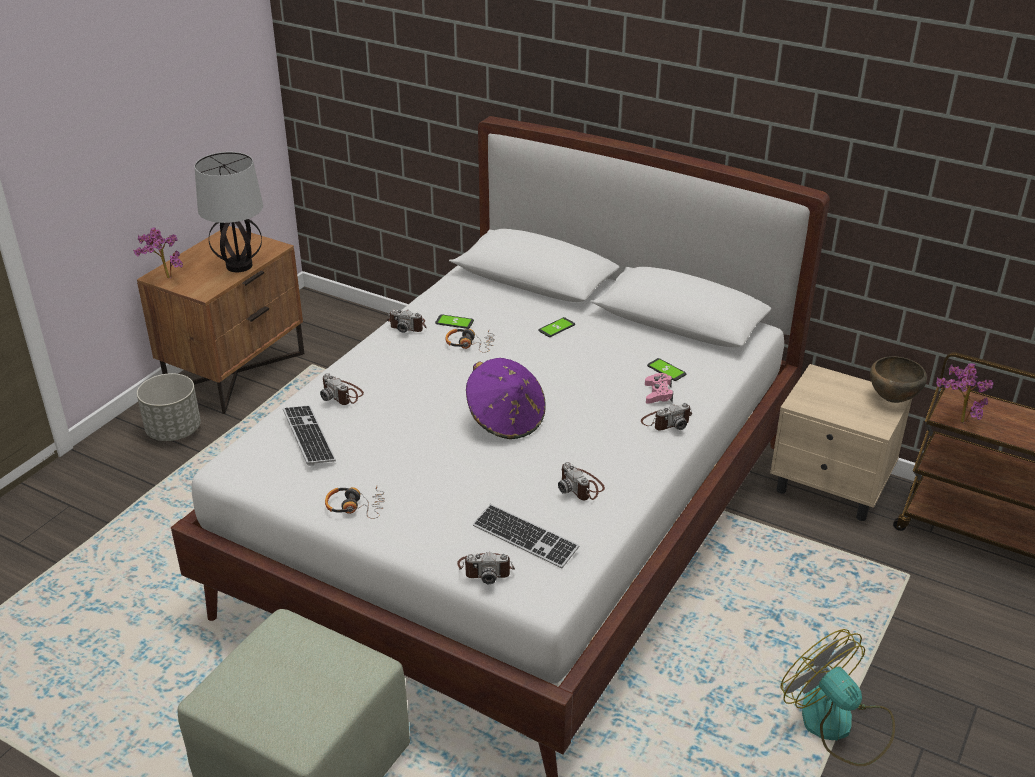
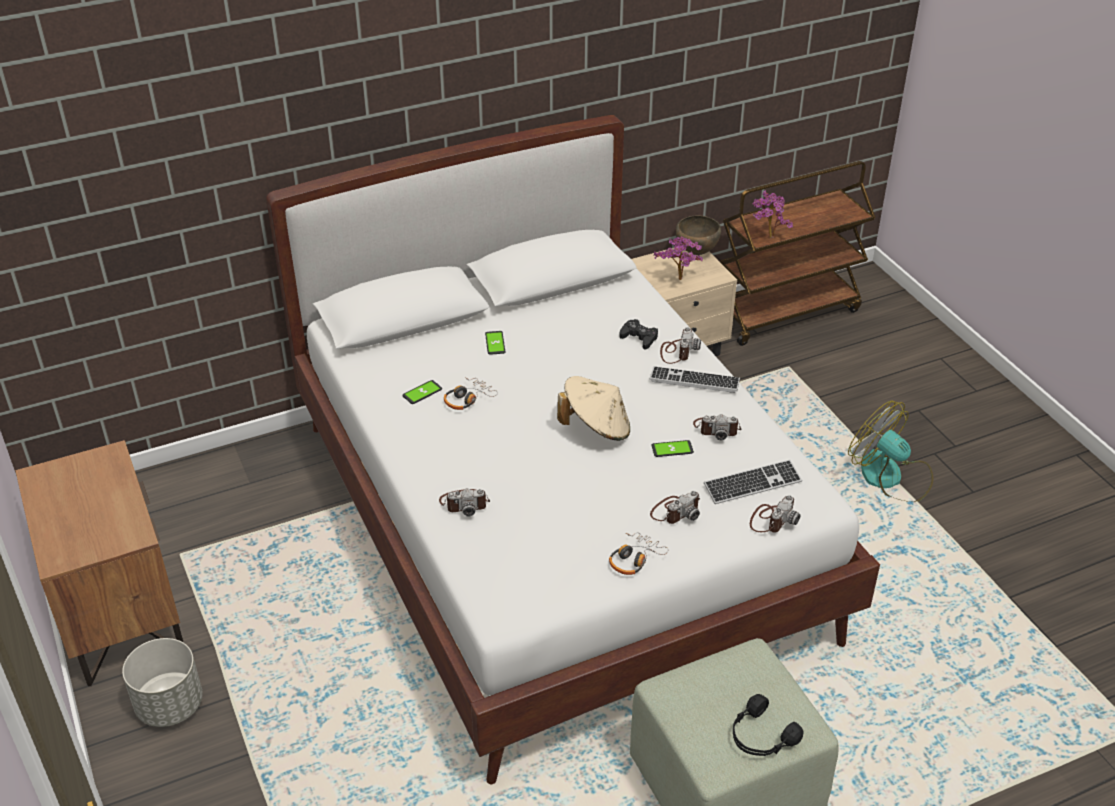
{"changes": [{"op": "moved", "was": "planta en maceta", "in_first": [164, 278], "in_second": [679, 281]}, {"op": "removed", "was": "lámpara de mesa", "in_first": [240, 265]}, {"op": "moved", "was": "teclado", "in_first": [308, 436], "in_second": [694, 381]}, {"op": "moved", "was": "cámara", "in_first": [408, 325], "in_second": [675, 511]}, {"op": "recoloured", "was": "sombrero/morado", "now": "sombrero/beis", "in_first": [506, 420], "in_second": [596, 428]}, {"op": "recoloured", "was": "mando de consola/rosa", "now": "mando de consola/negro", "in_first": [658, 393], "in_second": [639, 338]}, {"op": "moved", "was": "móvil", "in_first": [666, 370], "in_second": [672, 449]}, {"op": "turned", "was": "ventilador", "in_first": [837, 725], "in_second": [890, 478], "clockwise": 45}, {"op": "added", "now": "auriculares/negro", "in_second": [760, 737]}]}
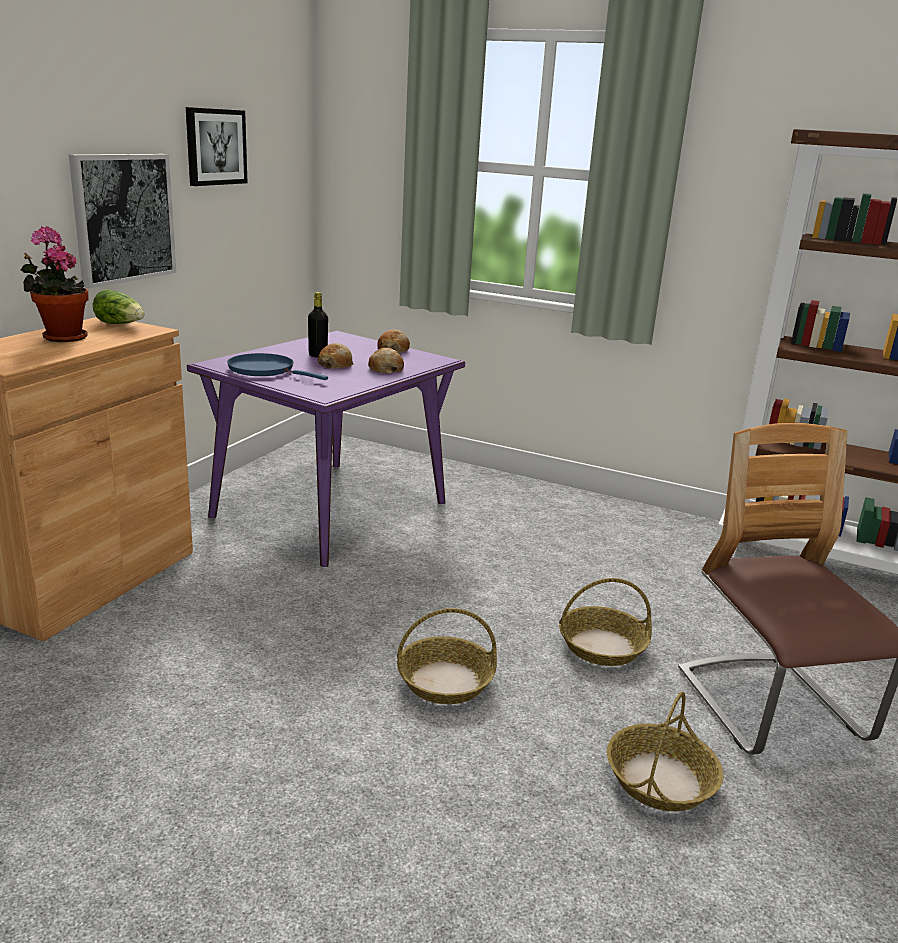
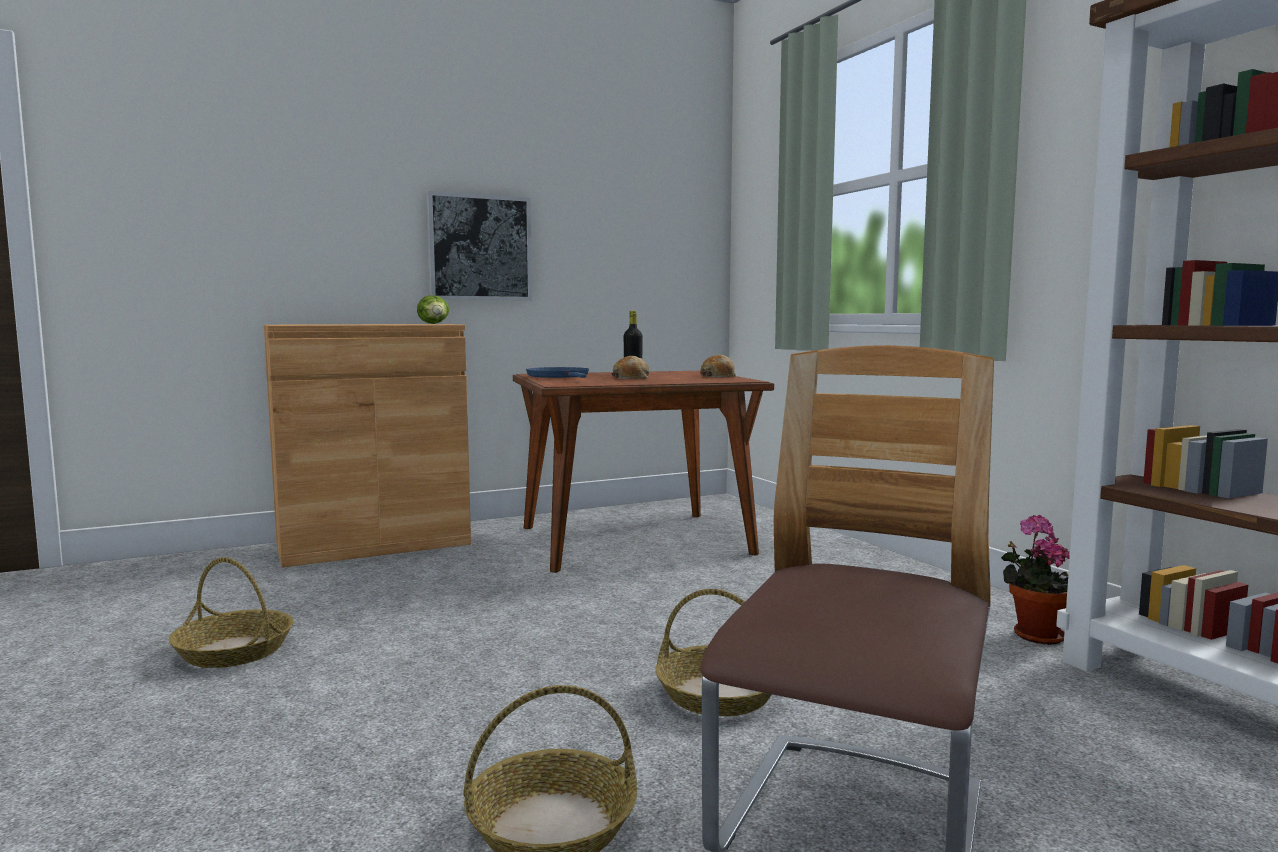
{"changes": [{"op": "moved", "was": "planta en maceta", "in_first": [61, 337], "in_second": [1034, 635]}, {"op": "removed", "was": "cuadro", "in_first": [215, 147]}, {"op": "recoloured", "was": "mesa de comedor/morado", "now": "mesa de comedor/marrón", "in_first": [331, 509], "in_second": [635, 540]}, {"op": "removed", "was": "pan", "in_first": [385, 369]}, {"op": "moved", "was": "cesta", "in_first": [445, 681], "in_second": [235, 651]}]}
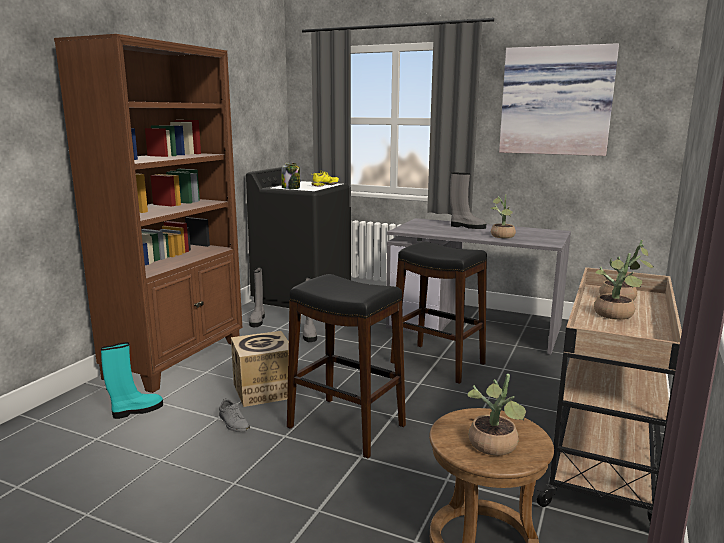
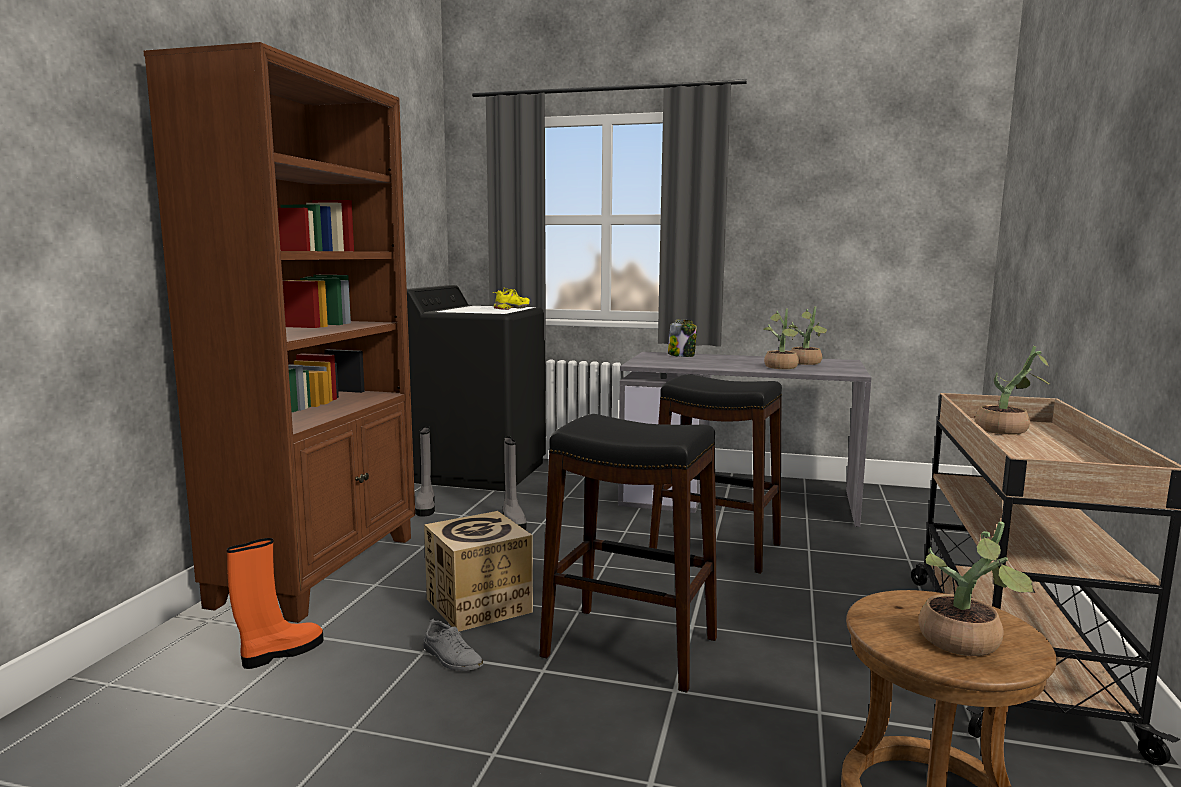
{"changes": [{"op": "recoloured", "was": "bota/turquesa", "now": "bota/naranja", "in_first": [136, 411], "in_second": [280, 653]}, {"op": "moved", "was": "tarro", "in_first": [291, 188], "in_second": [682, 355]}, {"op": "removed", "was": "bota/gris", "in_first": [466, 227]}, {"op": "removed", "was": "cuadro", "in_first": [556, 101]}, {"op": "moved", "was": "planta en maceta", "in_first": [614, 316], "in_second": [806, 363]}]}
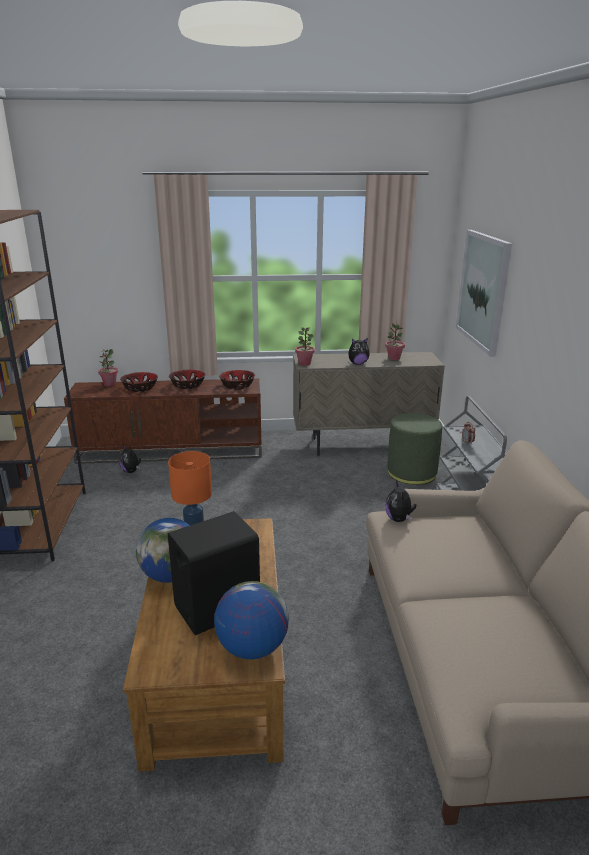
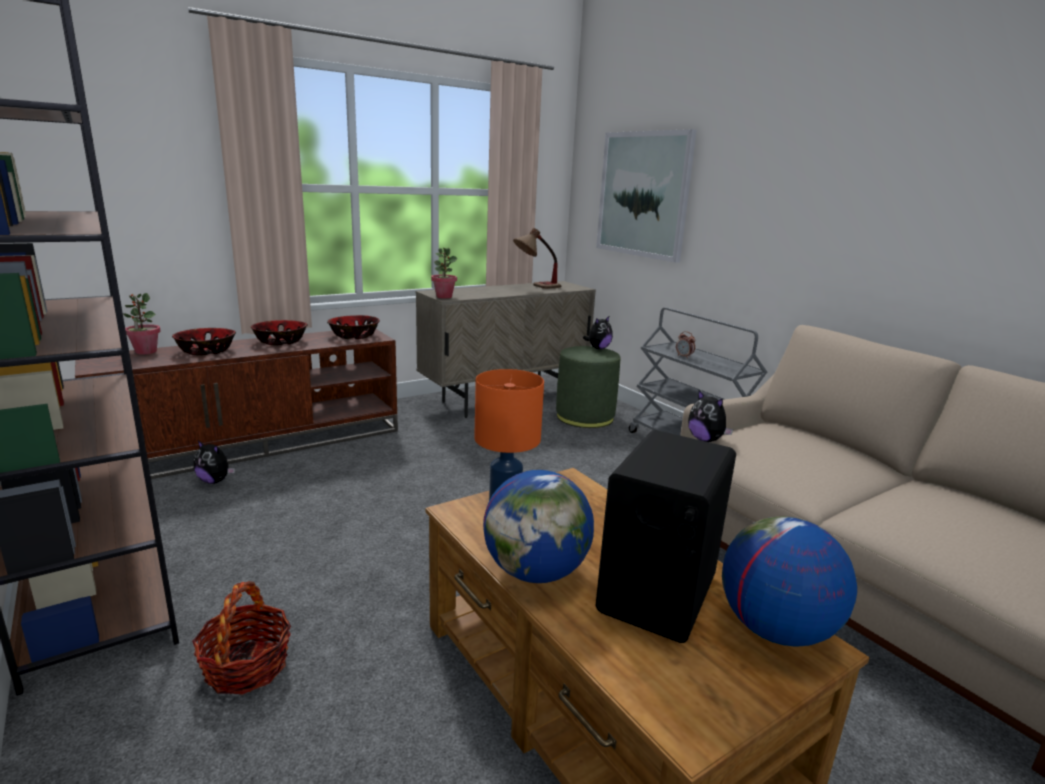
{"changes": [{"op": "moved", "was": "peluche", "in_first": [358, 364], "in_second": [598, 348]}, {"op": "replaced", "was": "planta en maceta", "now": "lámpara de mesa", "in_first": [394, 358], "in_second": [535, 287]}, {"op": "added", "now": "cesta", "in_second": [246, 666]}]}
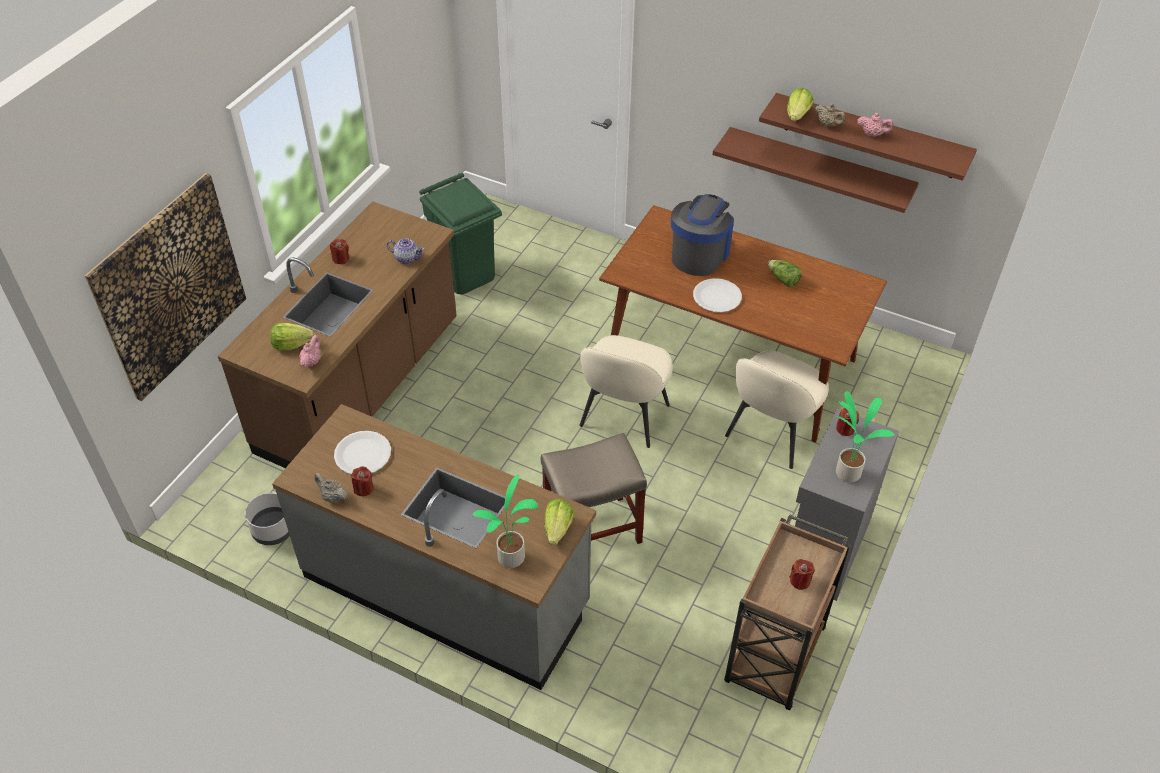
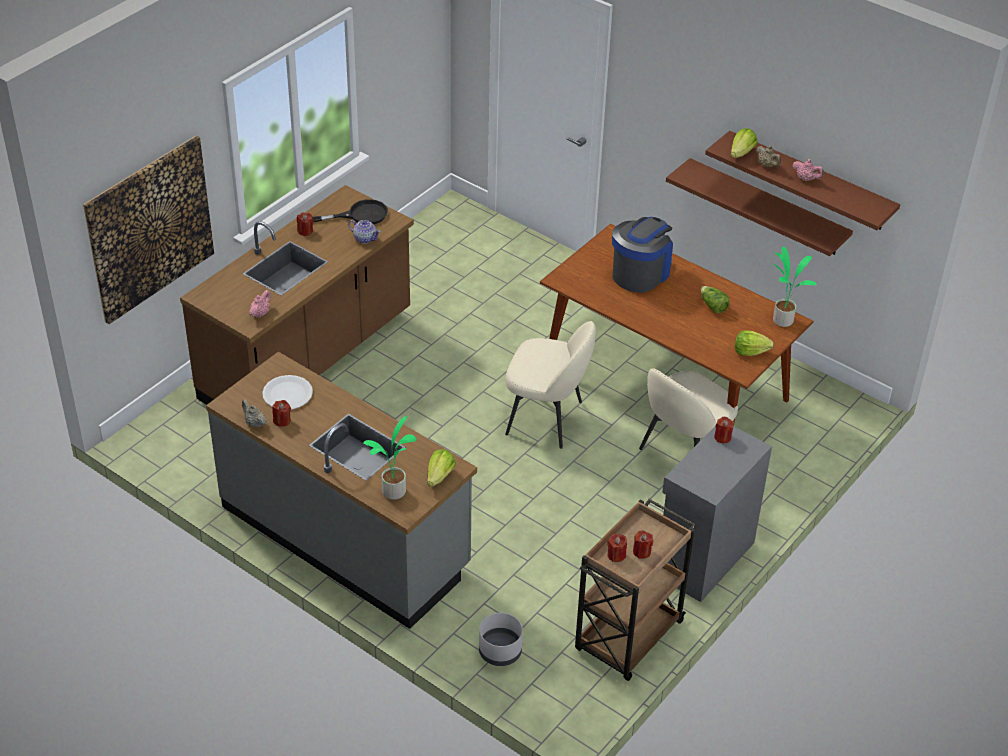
{"changes": [{"op": "moved", "was": "maceta/gris", "in_first": [273, 530], "in_second": [499, 652]}, {"op": "moved", "was": "lechuga", "in_first": [292, 344], "in_second": [750, 351]}, {"op": "removed", "was": "papelera/verde", "in_first": [466, 274]}, {"op": "removed", "was": "taburete/beis", "in_first": [591, 530]}, {"op": "turned", "was": "silla/beis", "in_first": [623, 417], "in_second": [546, 418], "clockwise": -105}, {"op": "removed", "was": "plato/blanco", "in_first": [717, 297]}, {"op": "moved", "was": "planta en maceta", "in_first": [847, 471], "in_second": [782, 319]}, {"op": "added", "now": "sartén/negro", "in_second": [360, 215]}, {"op": "added", "now": "vela/rojo", "in_second": [616, 555]}]}
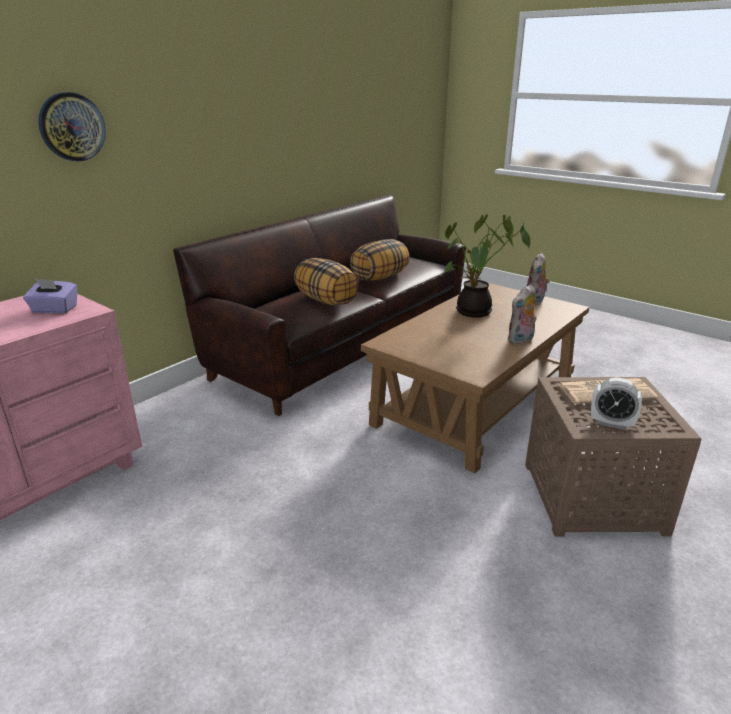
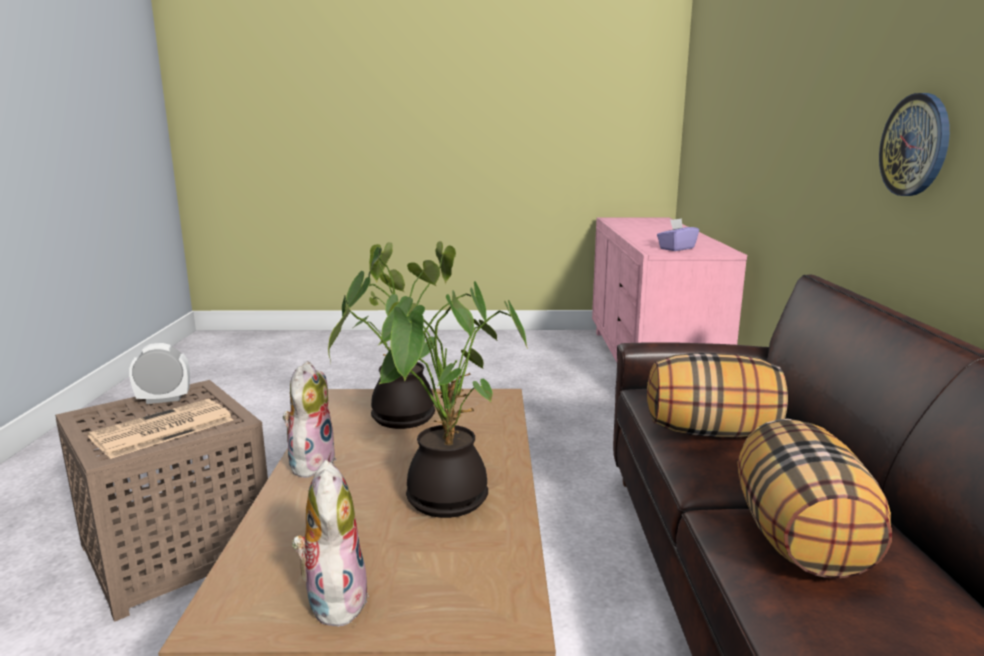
{"changes": [{"op": "moved", "was": "reloj de pared", "in_first": [72, 127], "in_second": [915, 145]}, {"op": "added", "now": "planta en maceta", "in_second": [409, 417]}]}
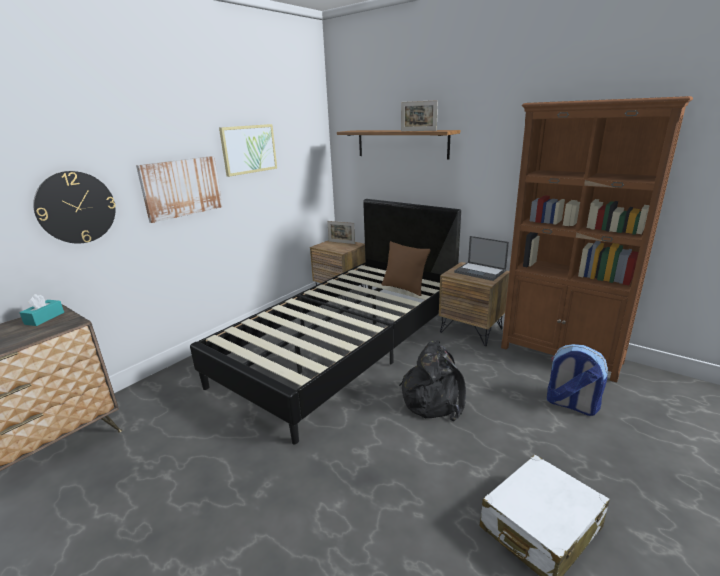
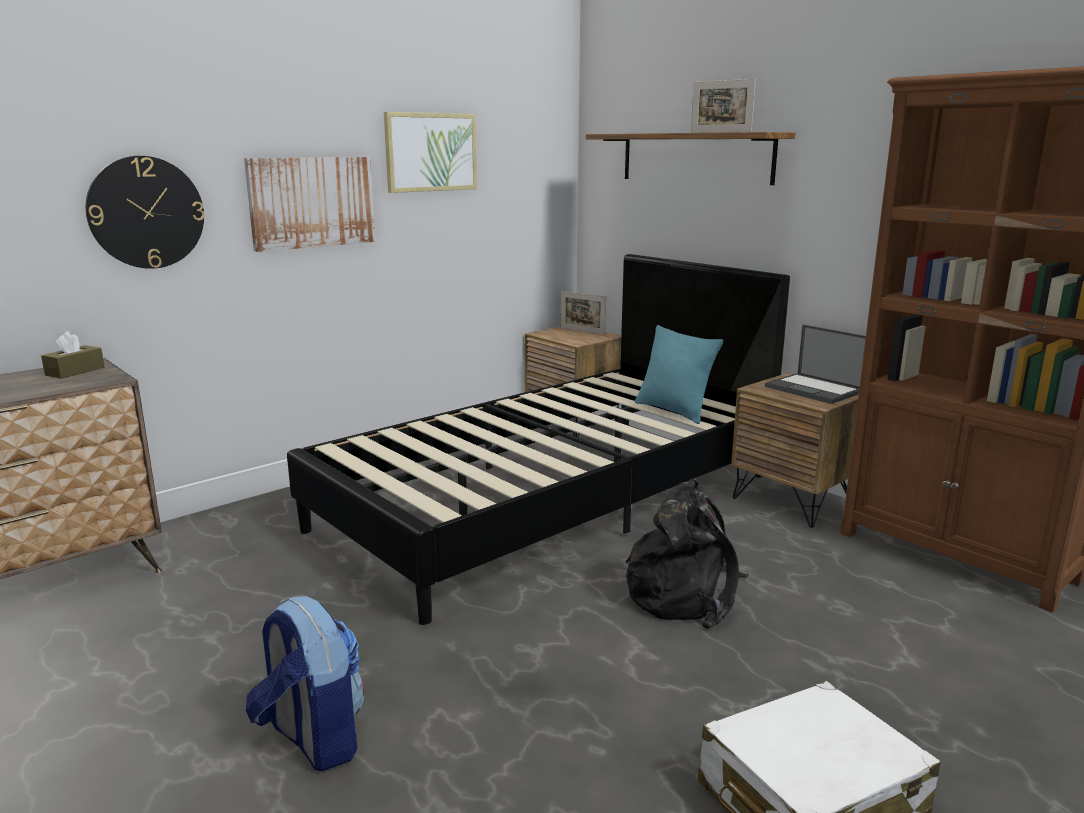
{"changes": [{"op": "recoloured", "was": "caja de pañuelos/turquesa", "now": "caja de pañuelos/marrón", "in_first": [44, 318], "in_second": [75, 371]}, {"op": "recoloured", "was": "cojín/marrón", "now": "cojín/turquesa", "in_first": [404, 288], "in_second": [674, 411]}, {"op": "moved", "was": "mochila", "in_first": [570, 404], "in_second": [312, 739]}]}
